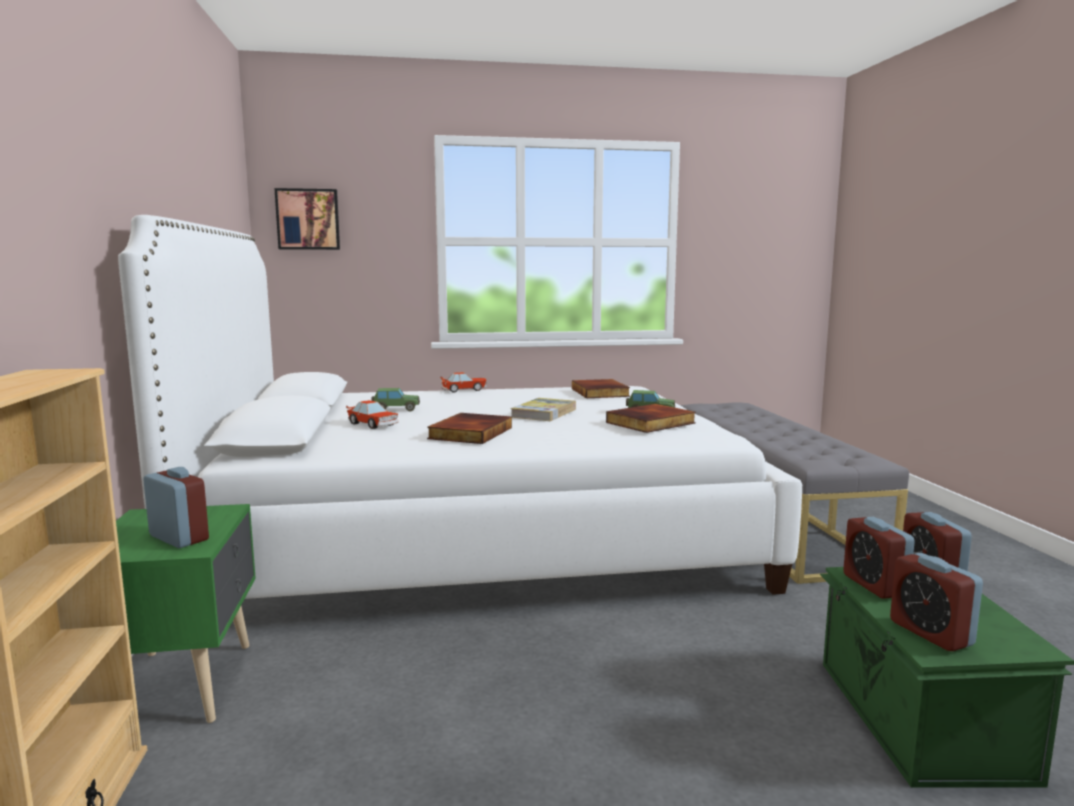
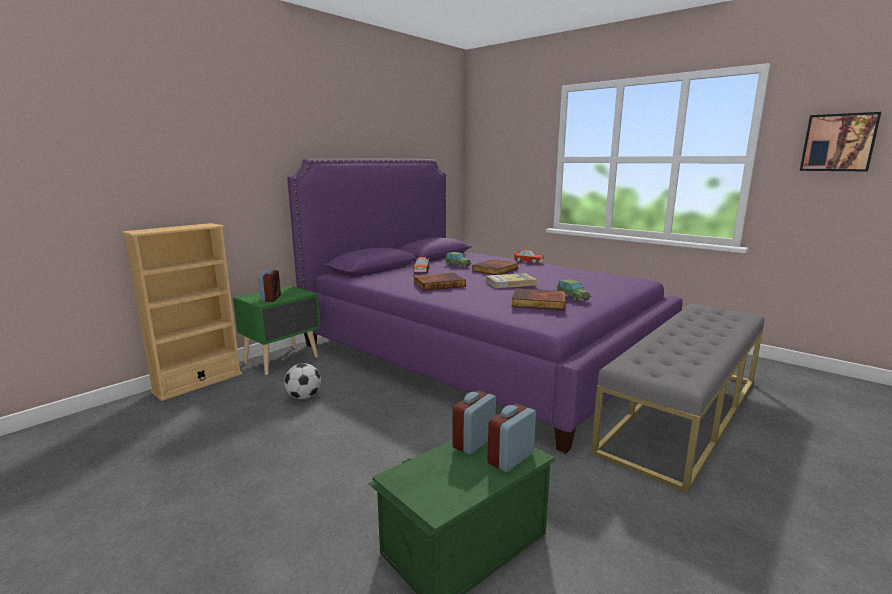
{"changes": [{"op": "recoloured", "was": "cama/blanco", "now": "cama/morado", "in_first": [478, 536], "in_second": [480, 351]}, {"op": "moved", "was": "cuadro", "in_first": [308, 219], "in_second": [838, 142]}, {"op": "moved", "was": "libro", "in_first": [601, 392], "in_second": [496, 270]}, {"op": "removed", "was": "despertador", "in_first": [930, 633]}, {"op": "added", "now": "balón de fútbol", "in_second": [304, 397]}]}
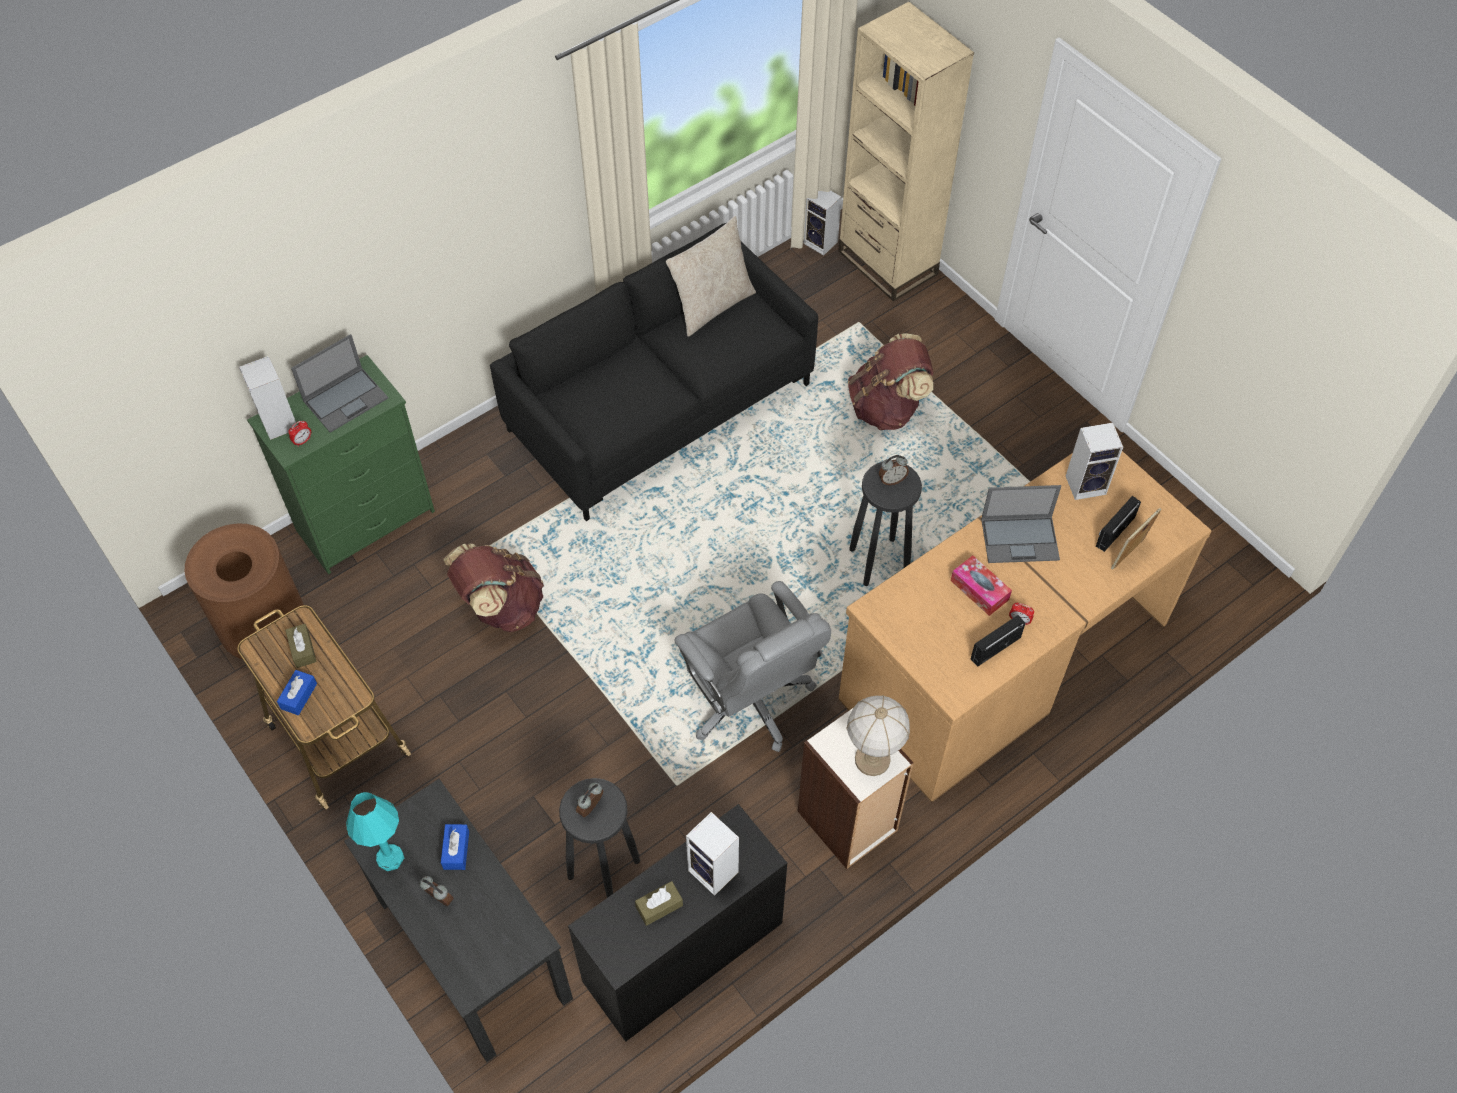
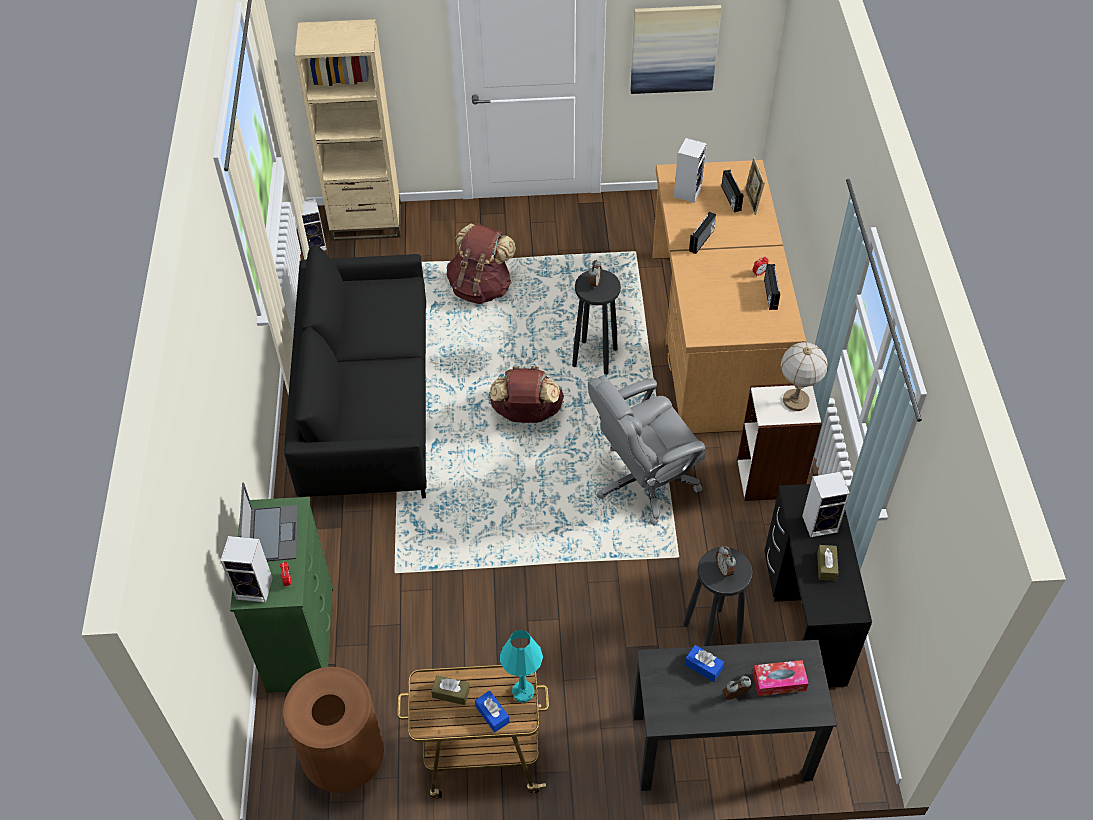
{"changes": [{"op": "moved", "was": "lámpara de mesa/turquesa", "in_first": [390, 858], "in_second": [523, 692]}, {"op": "moved", "was": "mochila/marrón", "in_first": [501, 607], "in_second": [526, 414]}, {"op": "removed", "was": "cojín/beis", "in_first": [712, 305]}, {"op": "turned", "was": "silla de oficina/gris", "in_first": [749, 699], "in_second": [644, 481], "clockwise": 150}, {"op": "moved", "was": "caja de pañuelos", "in_first": [979, 590], "in_second": [779, 681]}, {"op": "replaced", "was": "portátil", "now": "radio", "in_first": [1020, 539], "in_second": [702, 241]}, {"op": "added", "now": "cuadro", "in_second": [674, 48]}]}
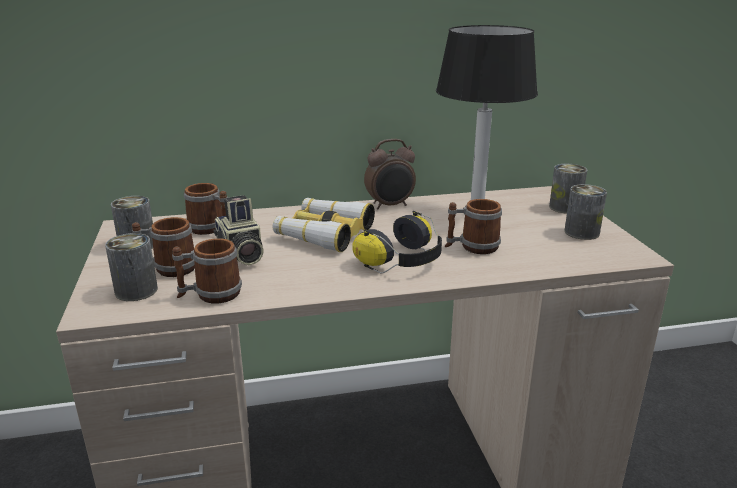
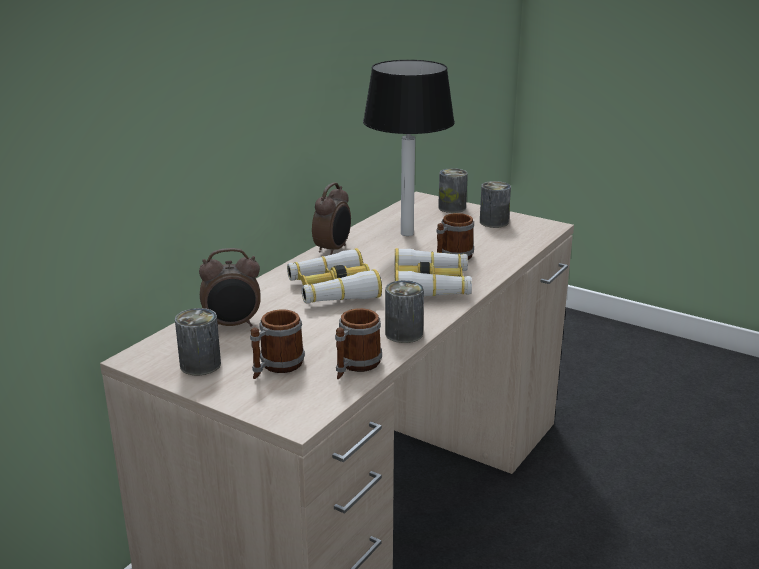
{"changes": [{"op": "moved", "was": "lata", "in_first": [136, 290], "in_second": [404, 333]}, {"op": "replaced", "was": "taza grande", "now": "despertador", "in_first": [211, 230], "in_second": [233, 325]}, {"op": "removed", "was": "cámara", "in_first": [240, 255]}, {"op": "replaced", "was": "auriculares", "now": "prismáticos", "in_first": [403, 261], "in_second": [431, 285]}]}
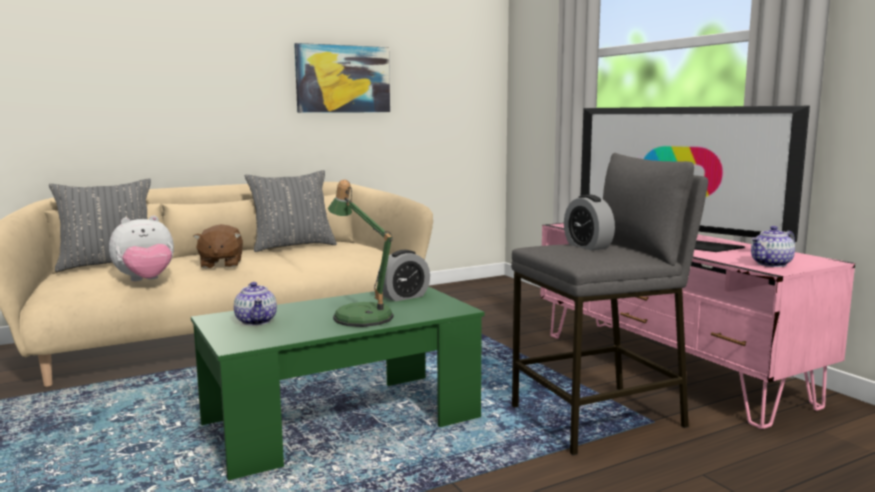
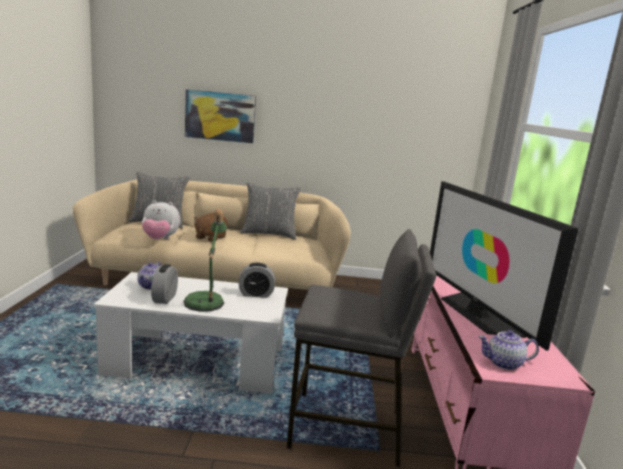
{"changes": [{"op": "recoloured", "was": "mesa de centro/verde", "now": "mesa de centro/blanco", "in_first": [342, 421], "in_second": [196, 362]}, {"op": "moved", "was": "cuadro", "in_first": [343, 79], "in_second": [220, 116]}, {"op": "moved", "was": "despertador", "in_first": [587, 246], "in_second": [164, 298]}]}
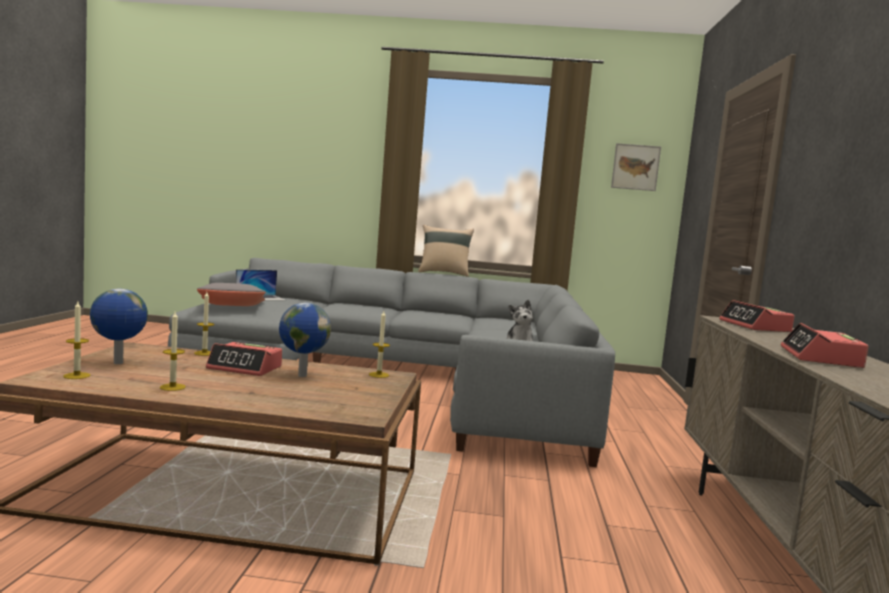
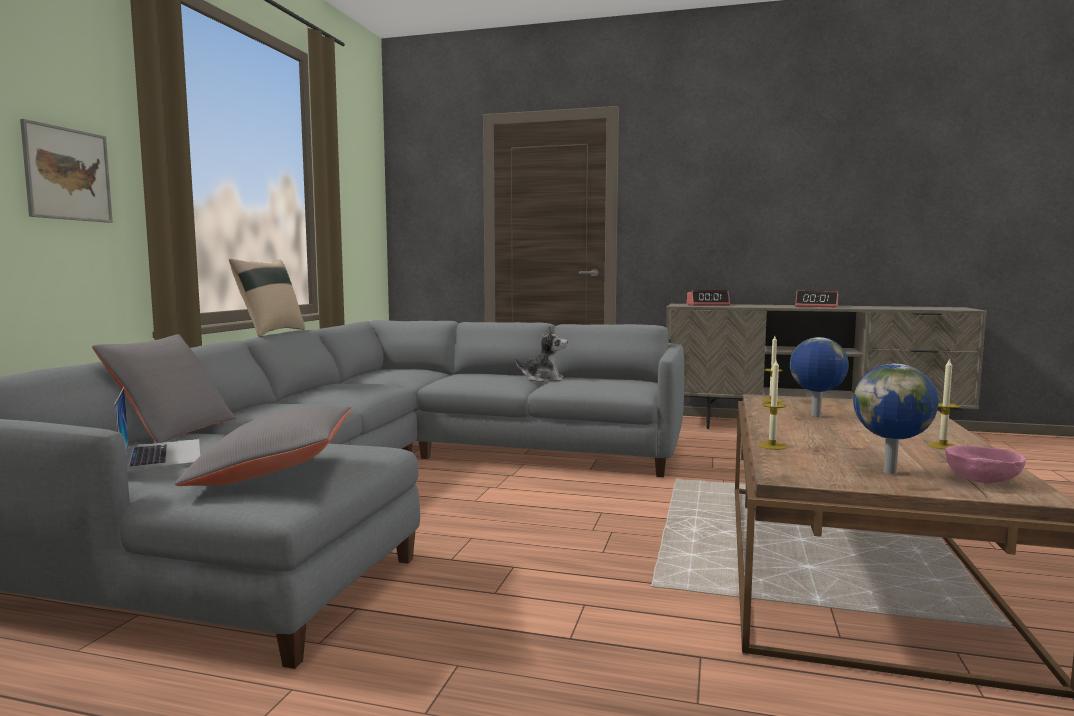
{"changes": [{"op": "replaced", "was": "vela", "now": "cuenco/rosa", "in_first": [77, 376], "in_second": [982, 480]}, {"op": "removed", "was": "despertador", "in_first": [245, 368]}, {"op": "moved", "was": "cuadro", "in_first": [635, 167], "in_second": [67, 174]}, {"op": "added", "now": "cojín/gris", "in_second": [172, 429]}]}
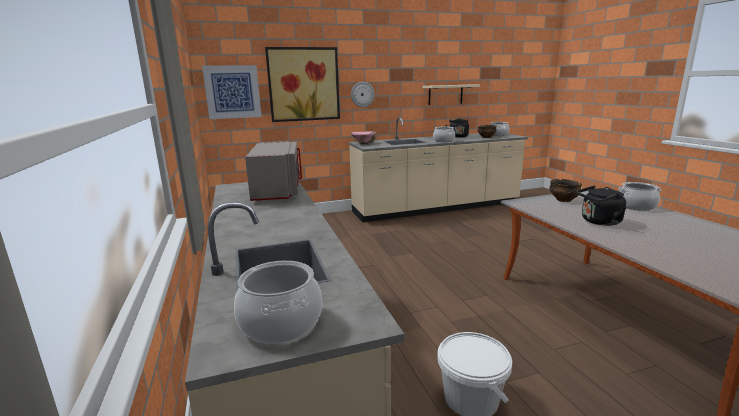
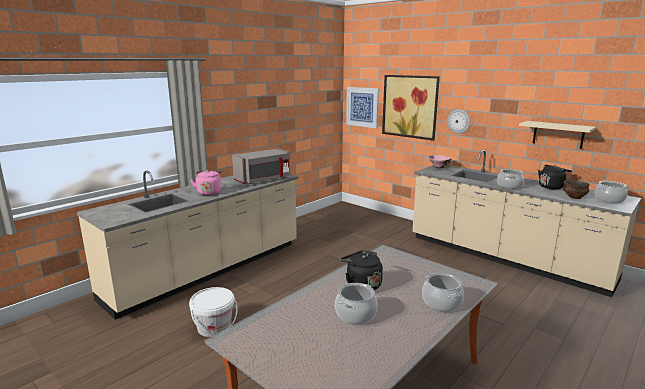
{"changes": [{"op": "moved", "was": "olla", "in_first": [281, 322], "in_second": [356, 314]}, {"op": "removed", "was": "cuenco", "in_first": [563, 200]}, {"op": "added", "now": "hervidor/rosa", "in_second": [209, 192]}]}
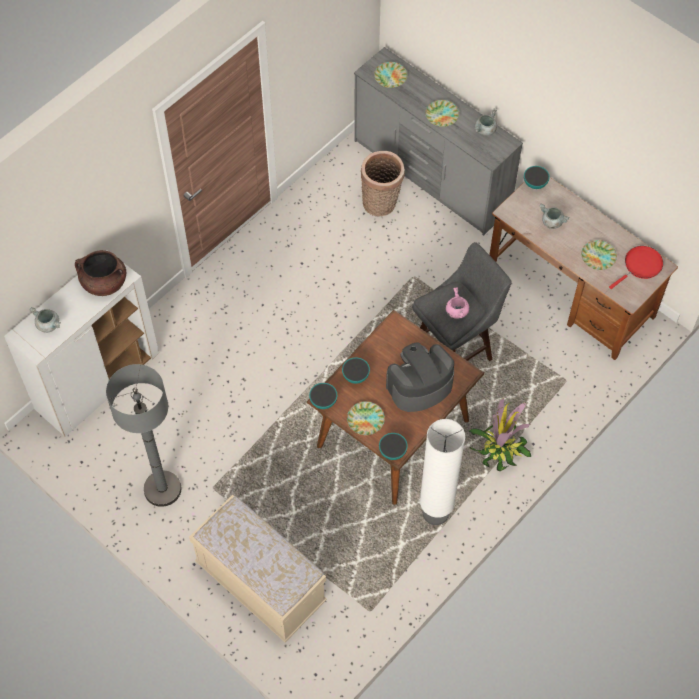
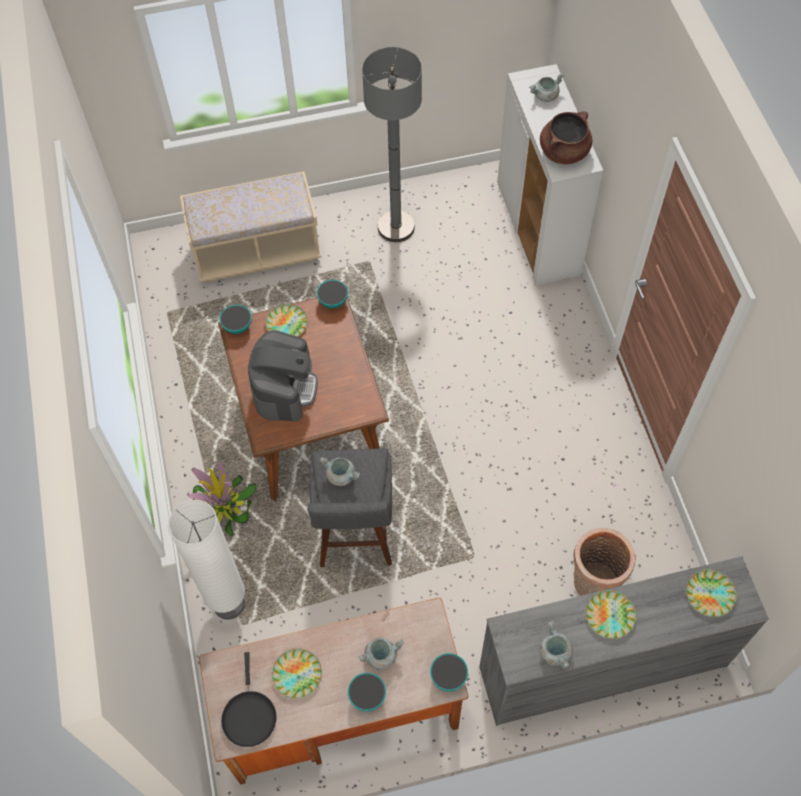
{"changes": [{"op": "moved", "was": "cuenco", "in_first": [355, 376], "in_second": [367, 696]}, {"op": "moved", "was": "lámpara de pie/blanco", "in_first": [435, 513], "in_second": [229, 604]}, {"op": "recoloured", "was": "olla/rosa", "now": "olla/gris", "in_first": [456, 311], "in_second": [341, 475]}, {"op": "recoloured", "was": "sartén/rojo", "now": "sartén/negro", "in_first": [640, 266], "in_second": [249, 715]}]}
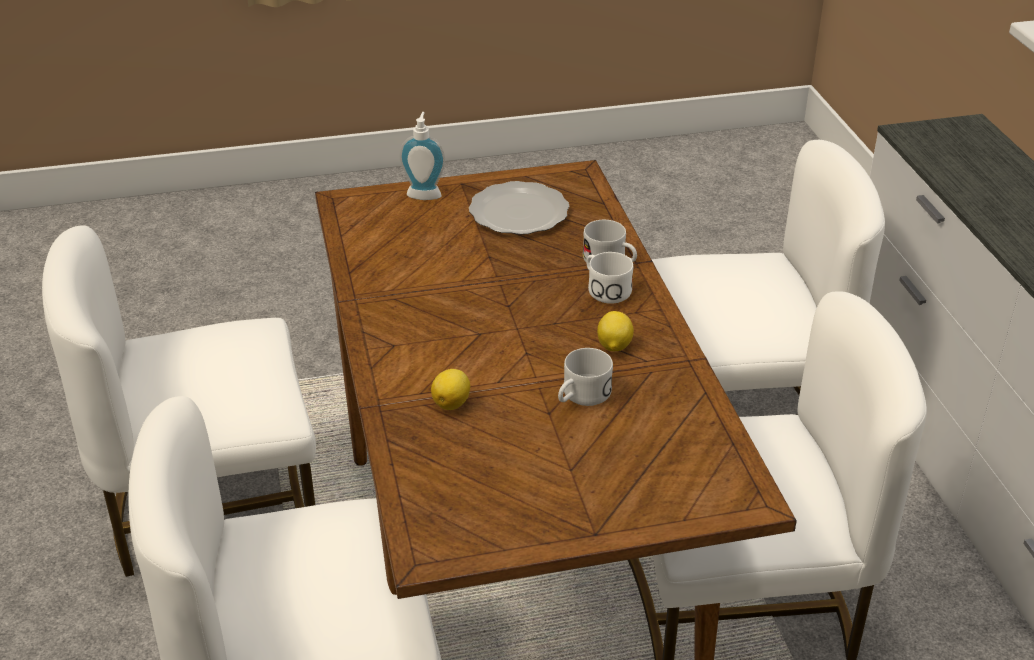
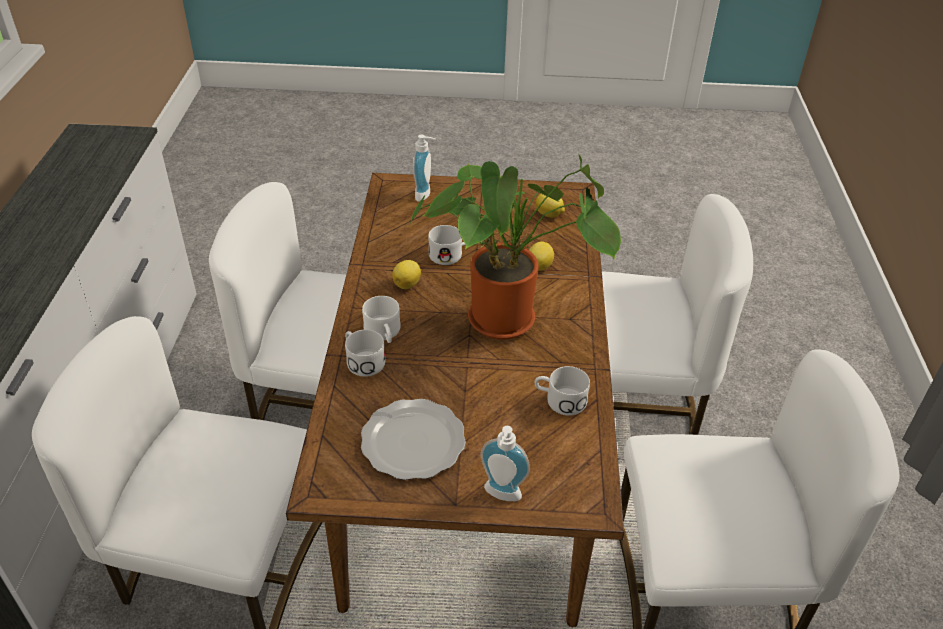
{"changes": [{"op": "added", "now": "planta en maceta", "in_second": [509, 319]}, {"op": "added", "now": "dispensador de jabón", "in_second": [425, 195]}, {"op": "added", "now": "taza grande/blanco", "in_second": [559, 400]}, {"op": "added", "now": "limón", "in_second": [549, 215]}]}
